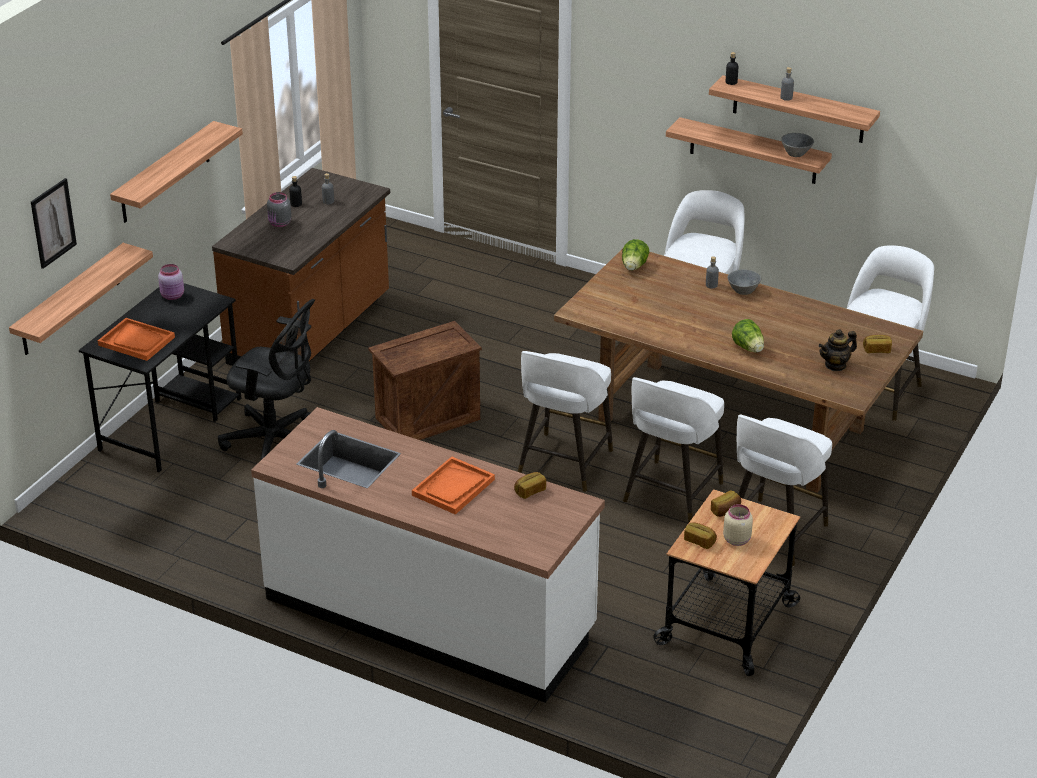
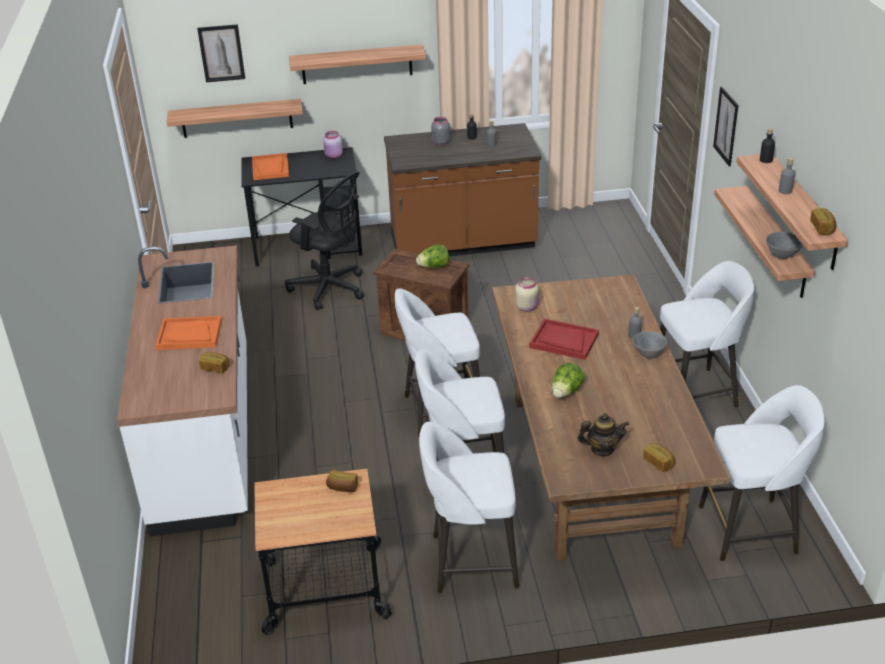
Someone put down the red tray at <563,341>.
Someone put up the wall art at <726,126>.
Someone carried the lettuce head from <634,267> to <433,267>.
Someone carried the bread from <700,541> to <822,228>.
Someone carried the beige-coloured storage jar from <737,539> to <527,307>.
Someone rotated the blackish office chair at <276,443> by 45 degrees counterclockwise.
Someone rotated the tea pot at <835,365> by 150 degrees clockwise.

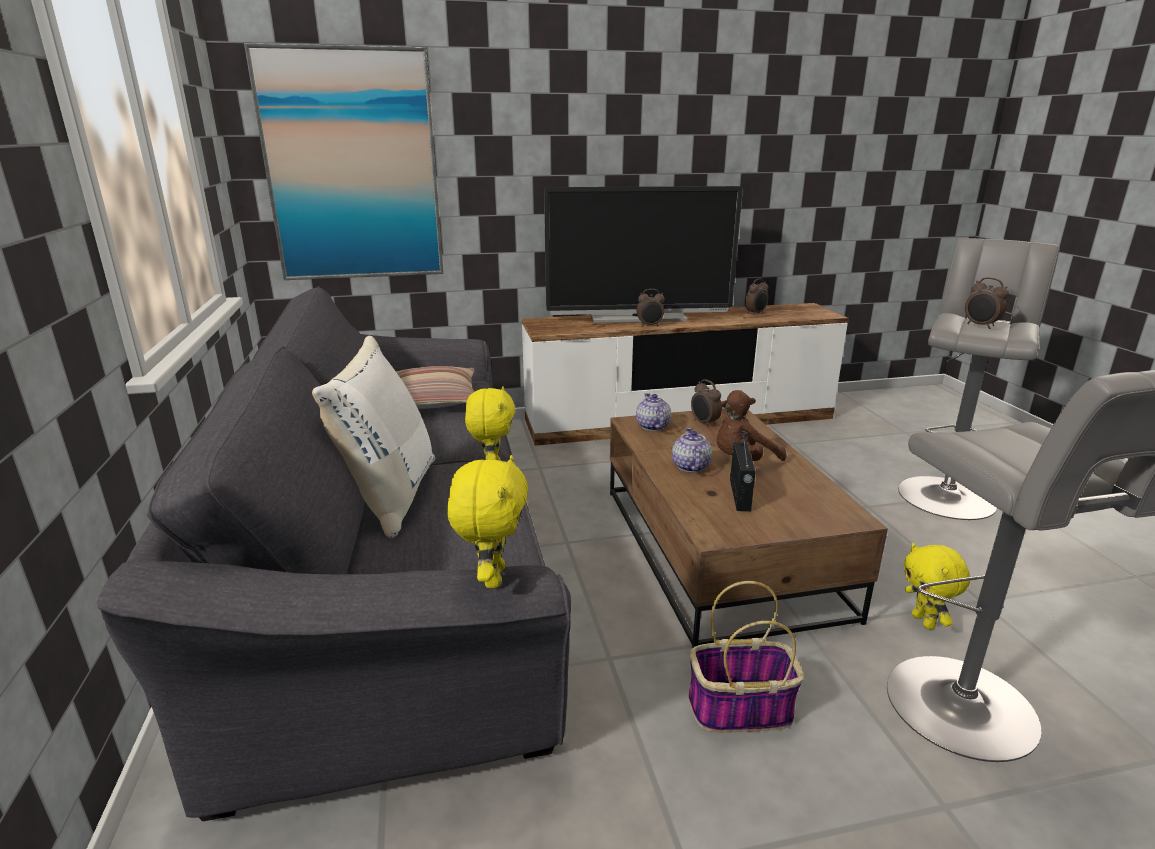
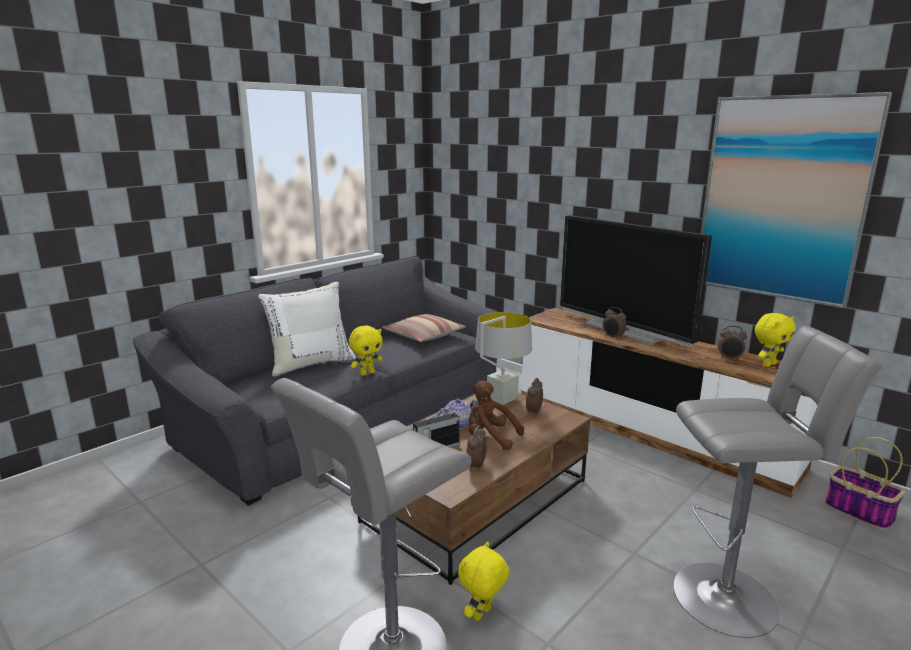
Someone carried the wall art from <352,167> to <781,199>.
Someone carried the yellow soft toy from <492,577> to <768,364>.
Someone carried the storage basket from <739,710> to <857,511>.
Someone carried the bedside clock from <980,326> to <475,466>.
Someone swapped the tea pot at <652,426> for the grey tabletop lamp at <501,399>.

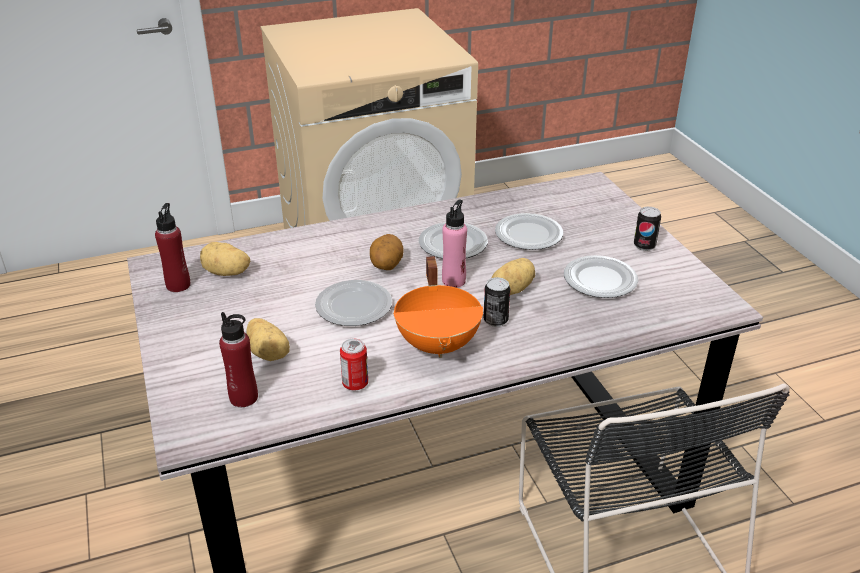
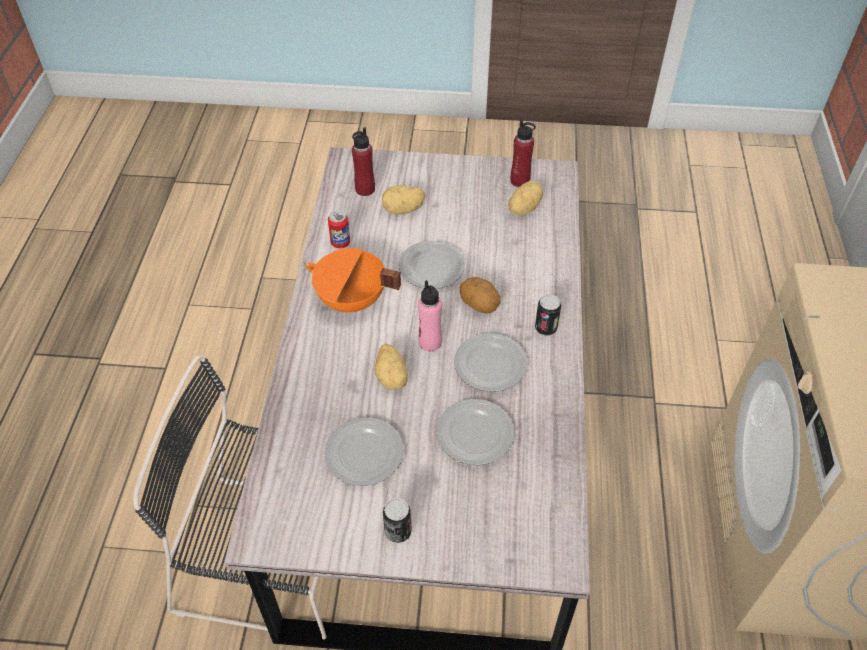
Someone carried the can from <495,320> to <545,328>.

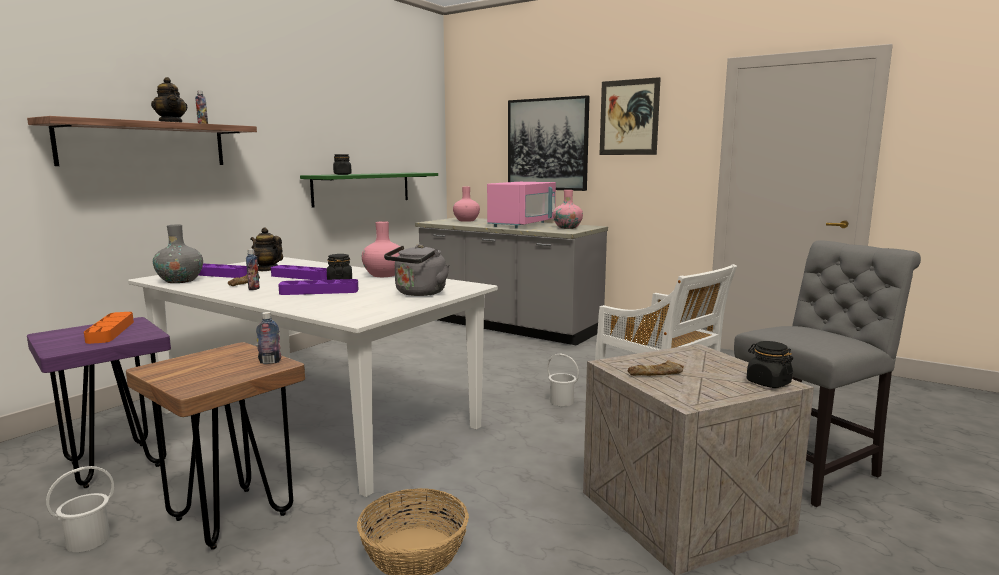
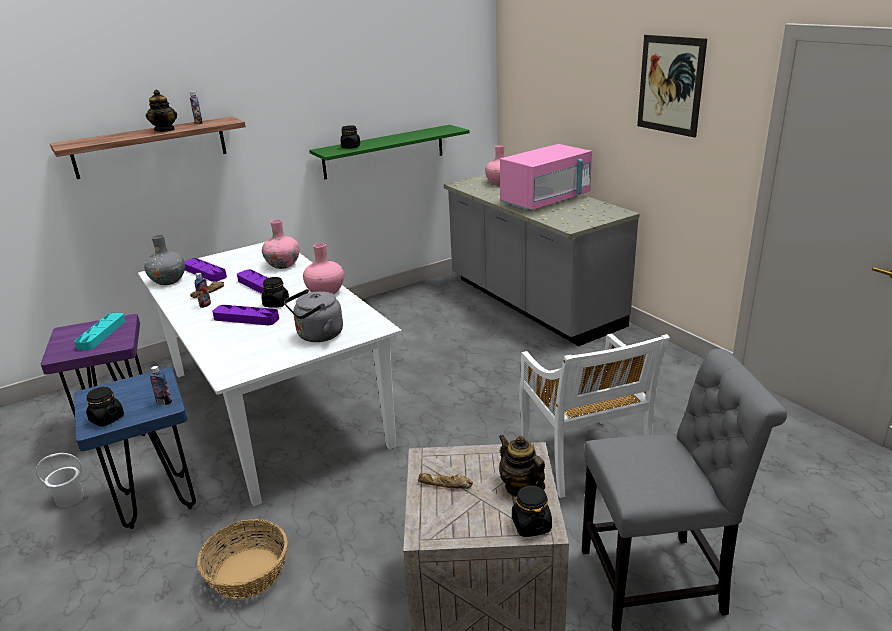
Someone took away the wall art at <547,144>.
Someone took away the white water bucket at <561,401>.
Someone put down the blackish storage jar at <107,419>.
Someone carried the tea pot from <267,269> to <520,487>.
Someone carried the pink-coloured flower vase from <567,227> to <283,264>.
Someone repainted the orange tray at <110,331>, which became the turquoise tray at <102,334>.
Someone repainted the brown stool at <230,517>, which became the blue-coloured stool at <158,500>.

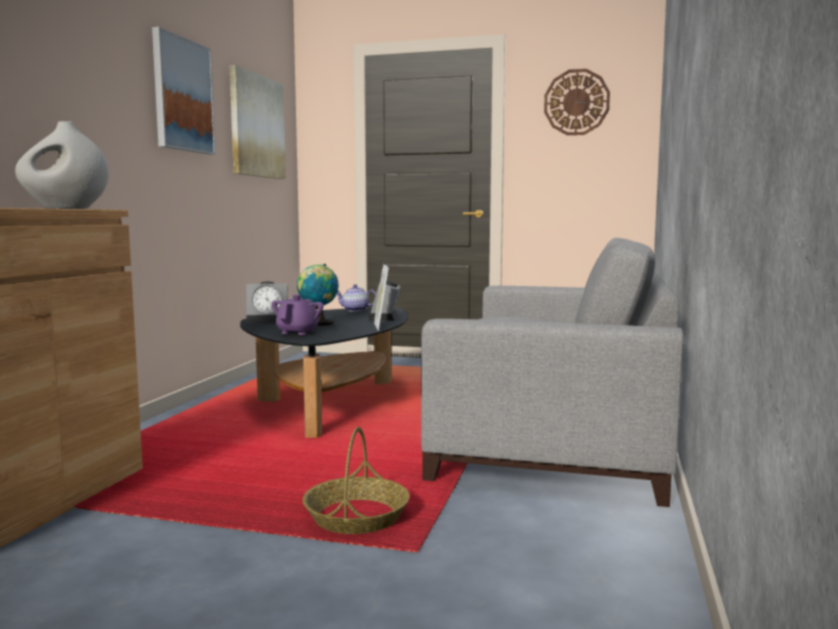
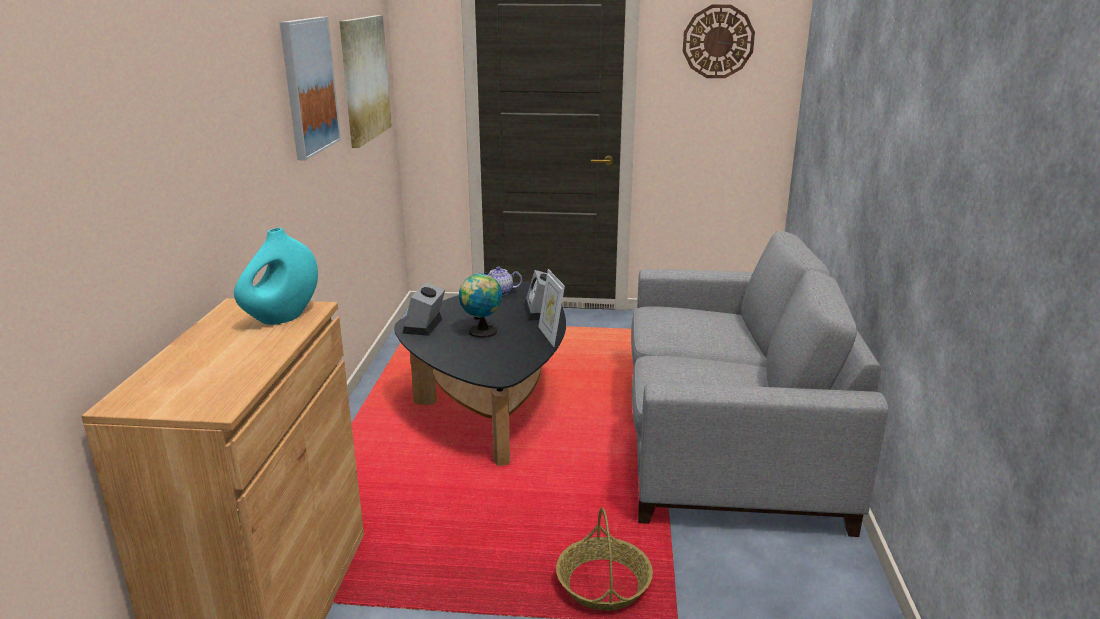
Someone took away the purple-coloured tea pot at <298,332>.
Someone repainted the white flower vase at <66,208>, which became the turquoise flower vase at <282,318>.
Someone rotated the bedside clock at <269,320> by 120 degrees clockwise.

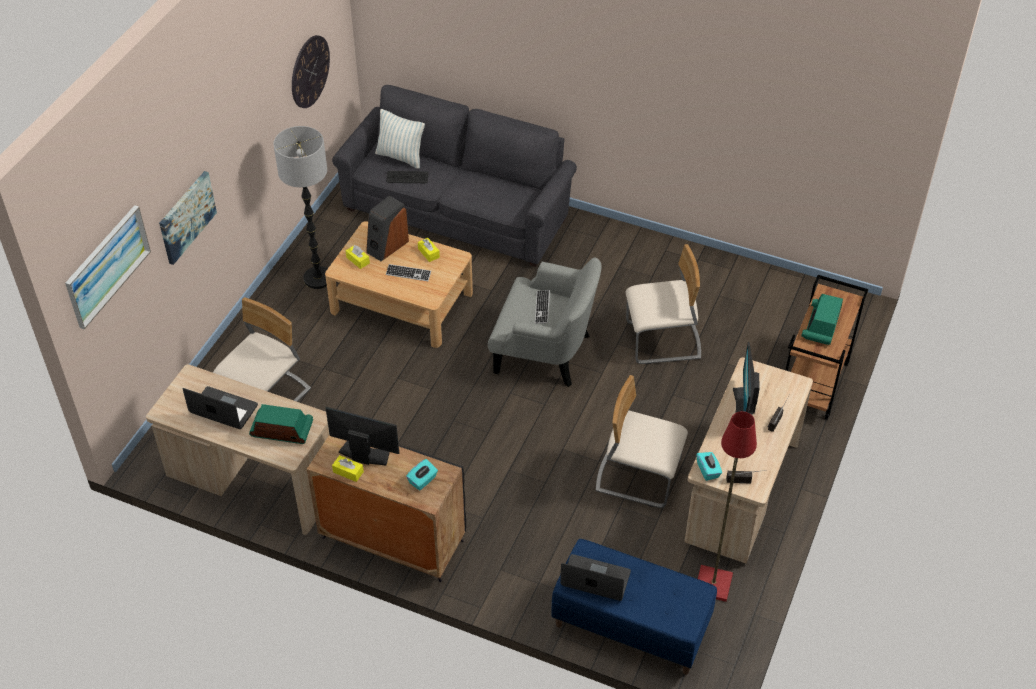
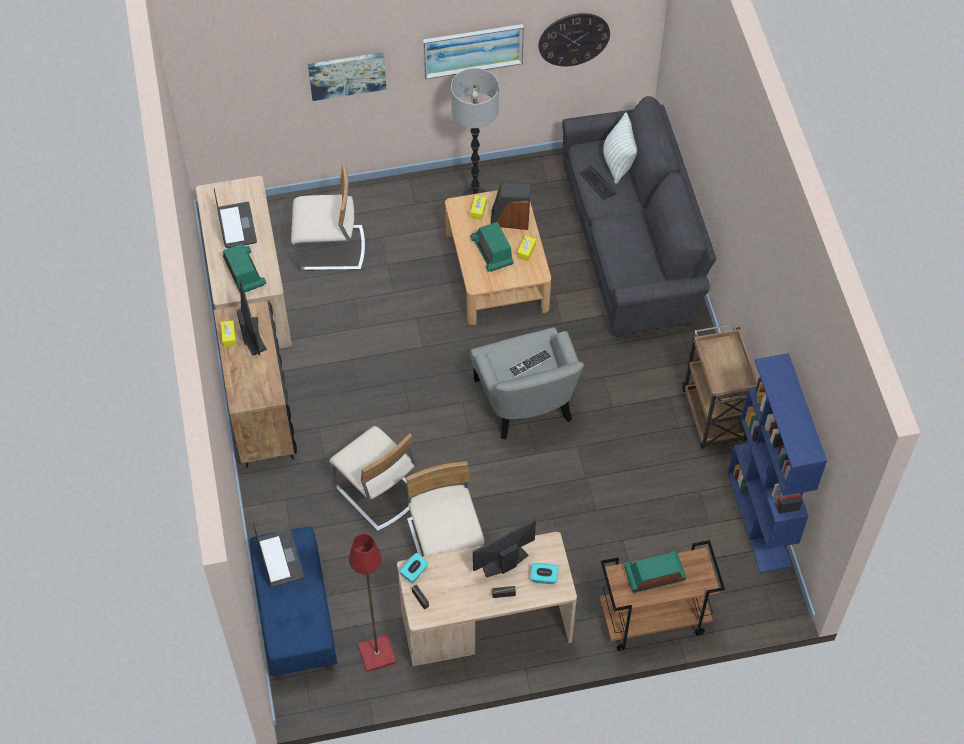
Someone put down the brown cart at <714,417>.
Someone put down the blue-coloured shelving unit at <759,519>.
Someone carried the wall art from <107,265> to <473,50>.
Someone carried the turquoise tissue holder from <422,480> to <543,578>.
Someone carried the beige-coloured chair from <663,342> to <378,492>.
Someone swapped the computer keyboard at <408,273> for the radio at <492,252>.

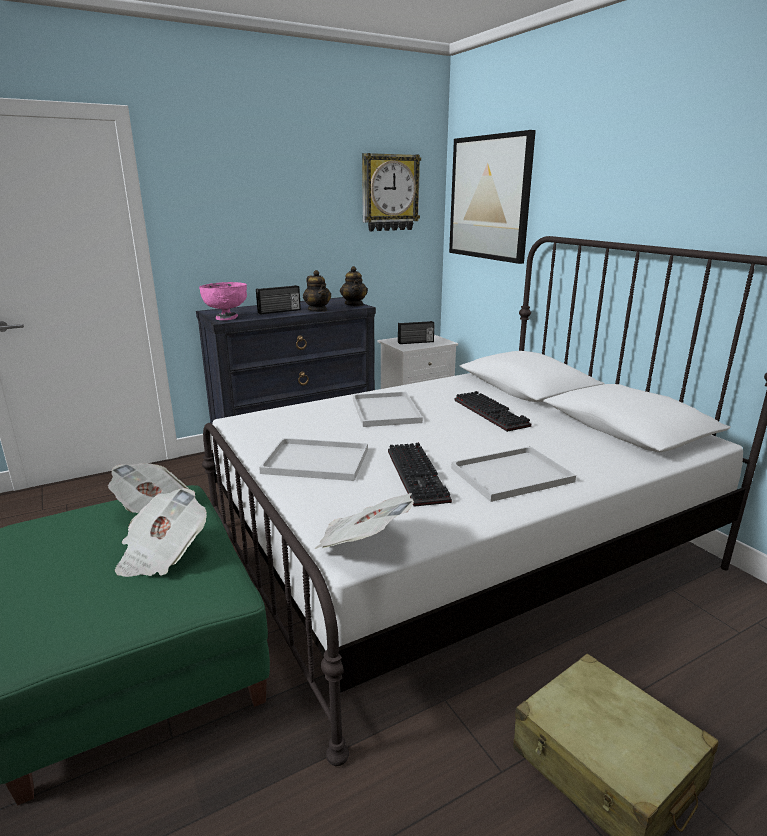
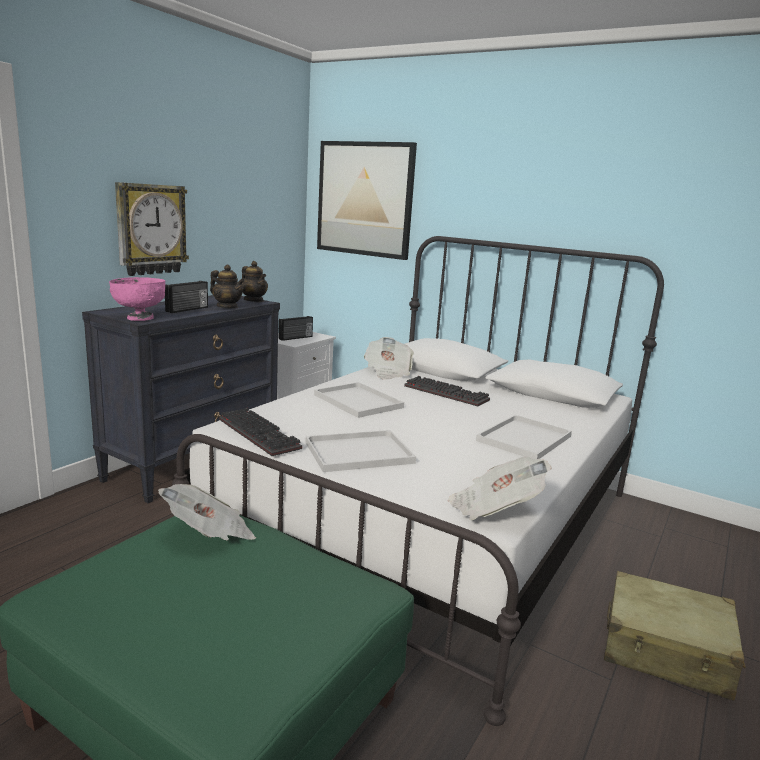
Someone carried the newspaper from <162,554> to <387,372>.
Someone carried the clock on the wall from <389,193> to <151,229>.
Someone carried the computer keyboard from <419,476> to <261,434>.

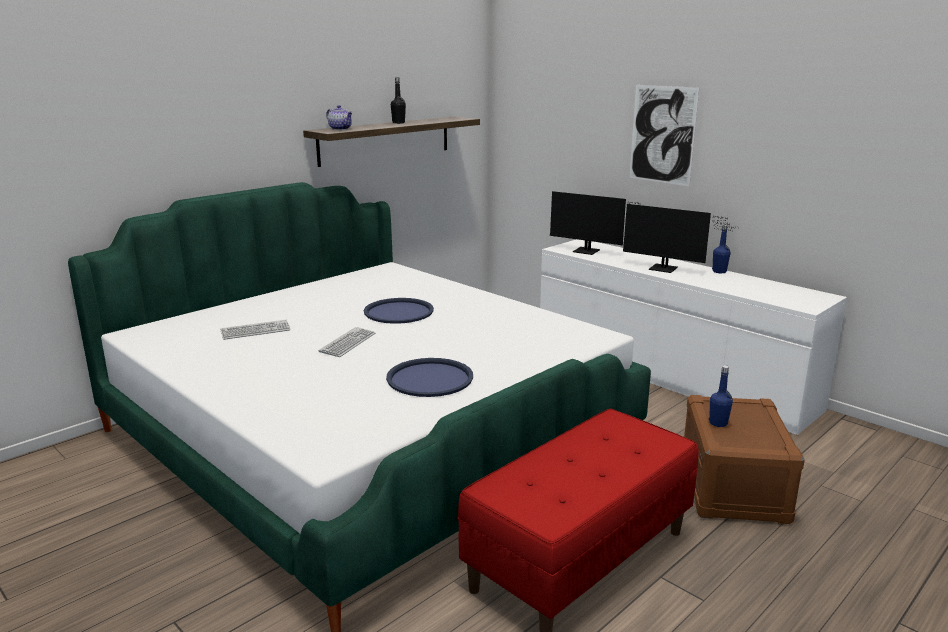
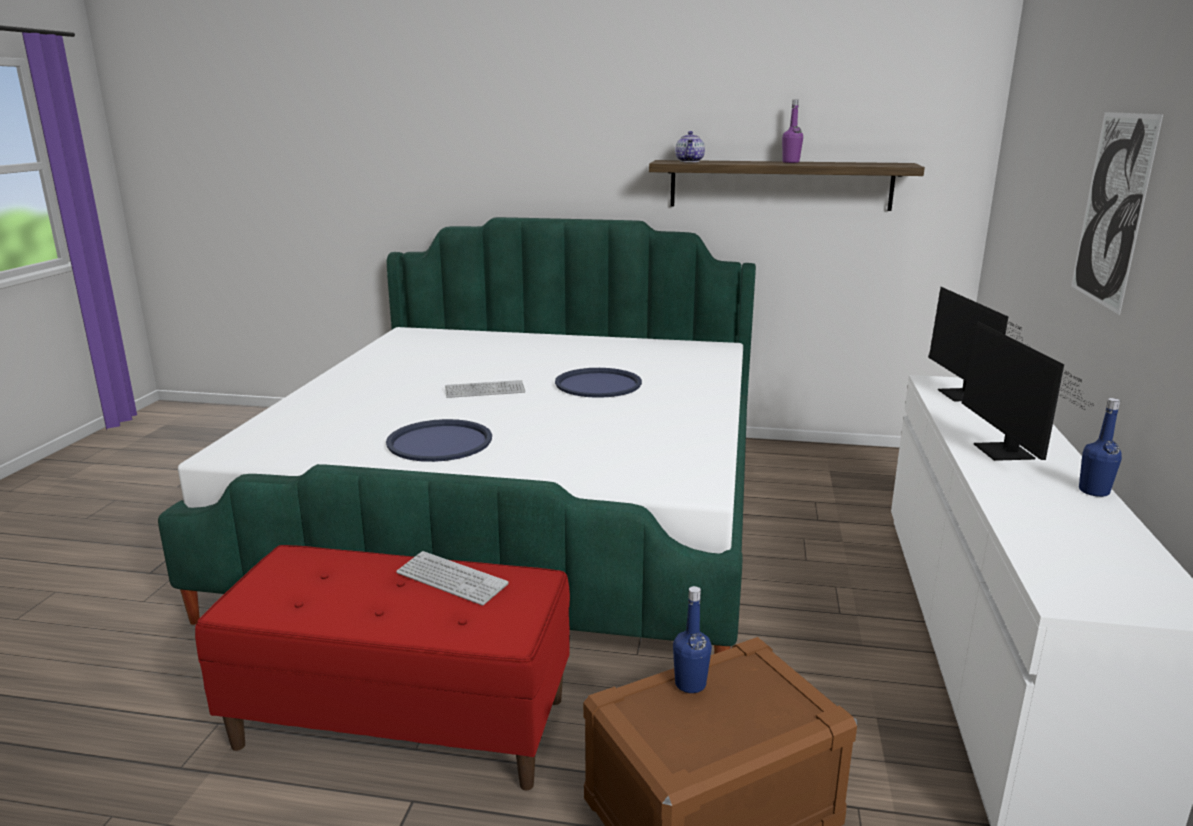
Someone carried the computer keyboard from <255,331> to <451,580>.
Someone repainted the blackish beverage bottle at <398,123>, which became the purple-coloured beverage bottle at <790,162>.

